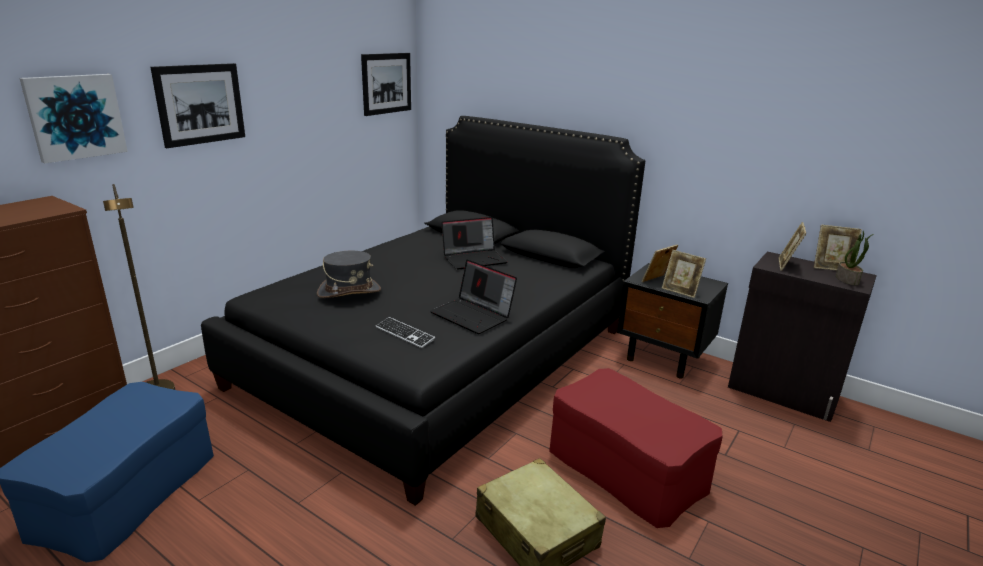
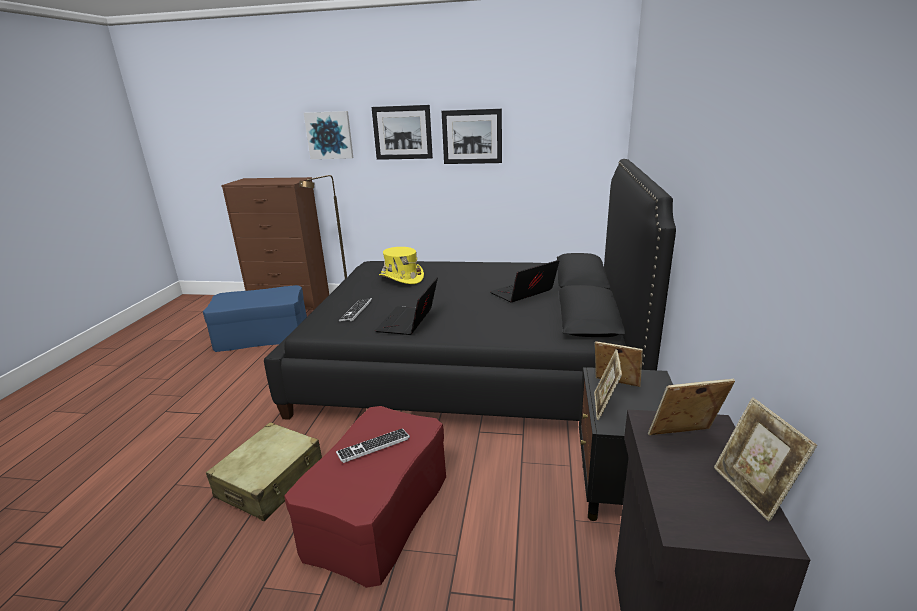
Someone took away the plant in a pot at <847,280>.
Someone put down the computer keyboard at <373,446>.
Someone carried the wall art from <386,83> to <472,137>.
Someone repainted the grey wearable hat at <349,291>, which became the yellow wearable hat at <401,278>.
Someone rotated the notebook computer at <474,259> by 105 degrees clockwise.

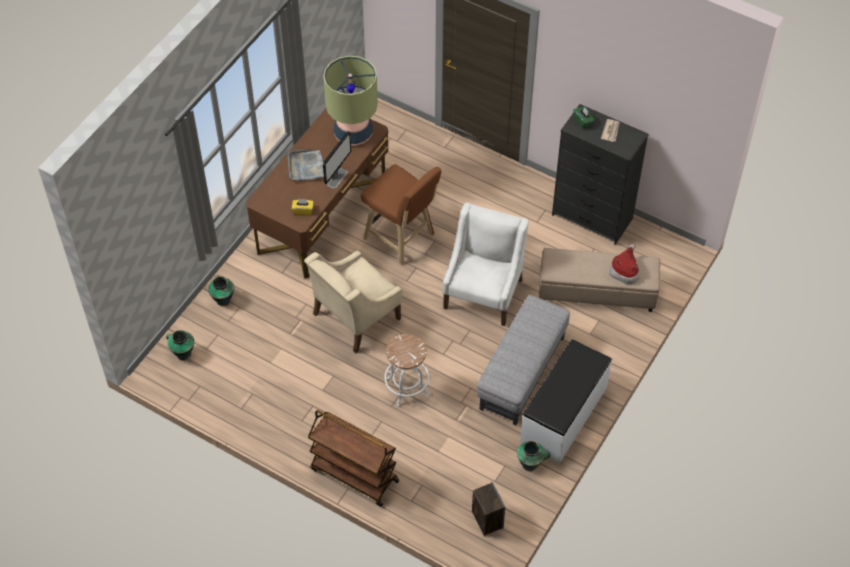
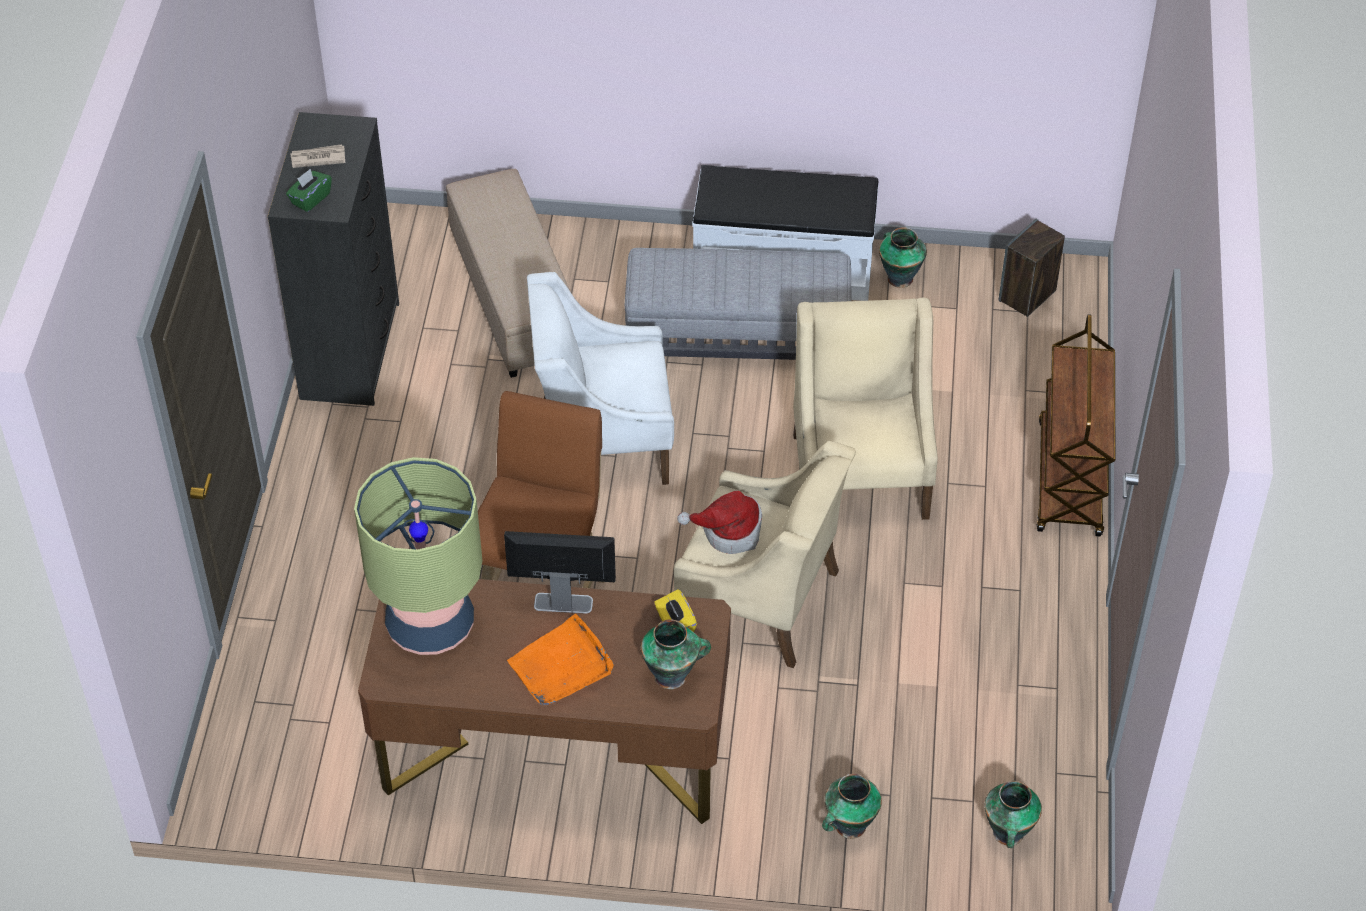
Someone put down the flower vase at <672,675>.
Someone carried the wearable hat from <625,270> to <728,531>.
Someone swapped the white stool at <407,387> for the beige-coloured armchair at <860,474>.
Someone repainted the grey tray at <306,167>, which became the orange tray at <561,666>.

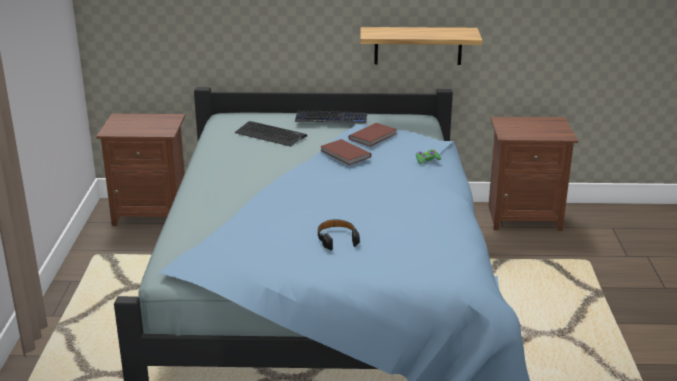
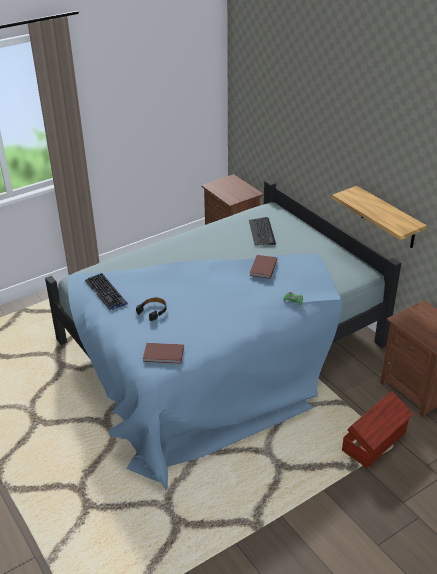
Someone put down the brown storage bin at <375,441>.
Someone carried the computer keyboard from <331,119> to <106,292>.
Someone carried the brown book from <374,136> to <164,355>.

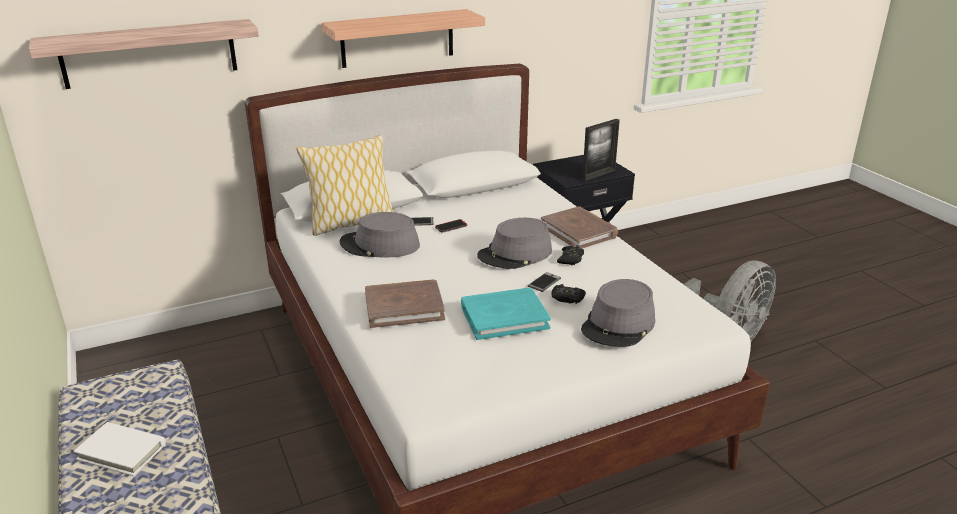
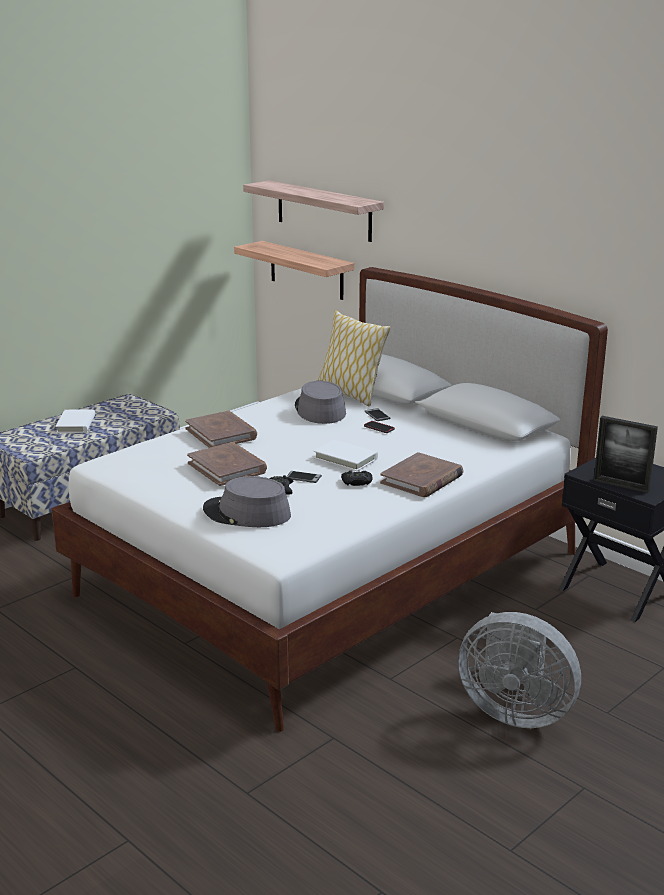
Someone carried the wall shelf from <397,38> to <306,270>.
Someone swapped the grey wearable hat at <515,254> for the white book at <345,458>.
Someone repainted the turquoise book at <504,317>, which became the brown book at <227,467>.

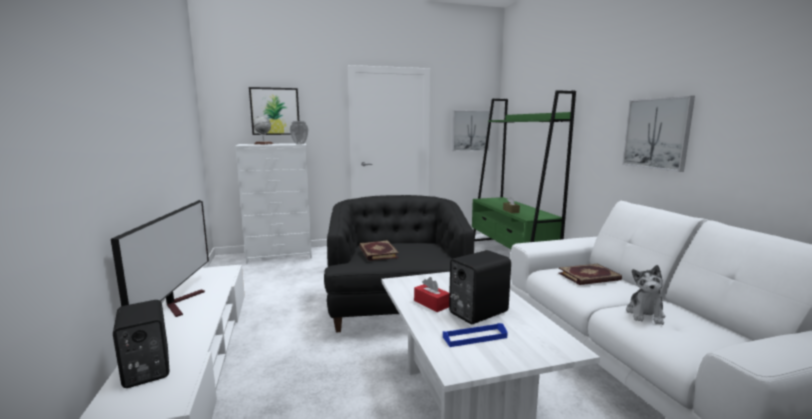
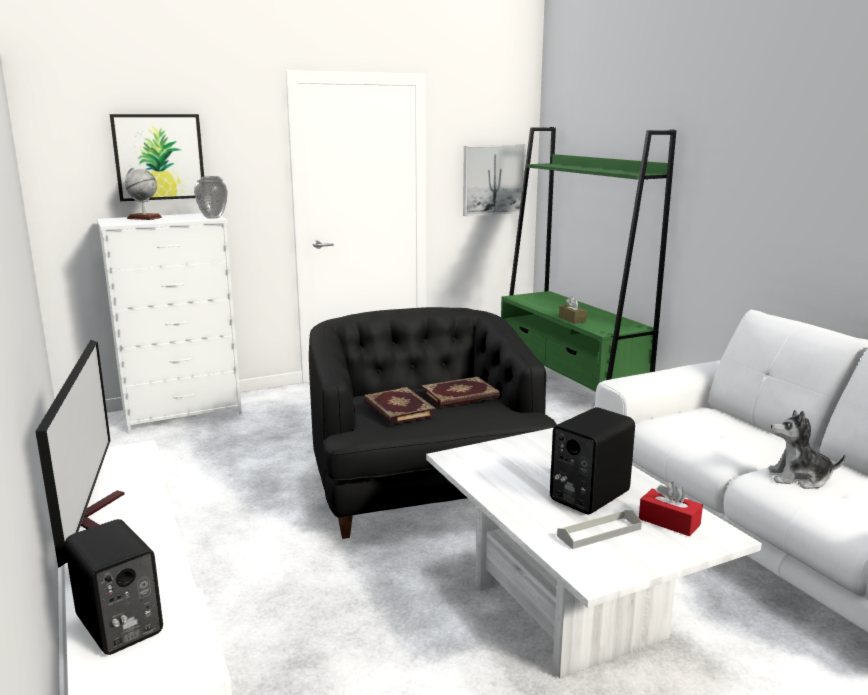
Someone took away the wall art at <657,133>.
Someone carried the red tissue holder from <431,304> to <669,522>.
Someone carried the book from <589,277> to <460,396>.
Someone repainted the blue-coloured tray at <474,337>, which became the grey tray at <599,532>.
Someone rotated the soft toy at <645,314> by 90 degrees clockwise.

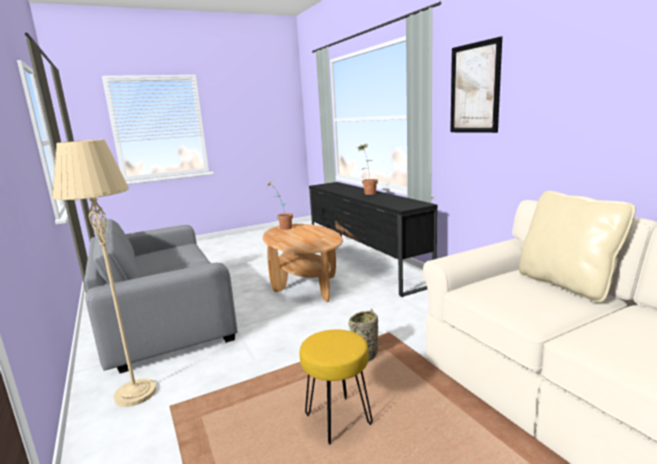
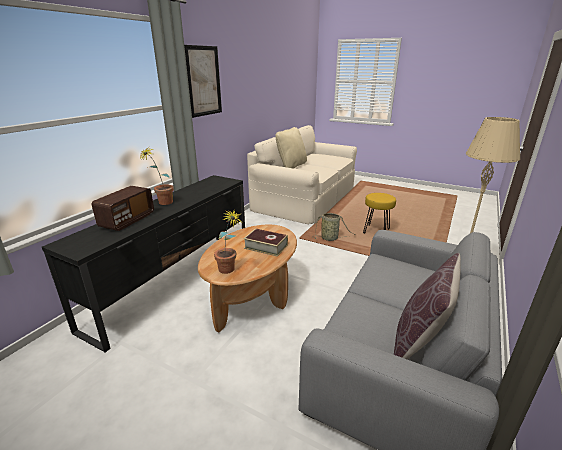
Someone put down the radio at <127,220>.
Someone put down the book at <266,246>.
Someone put down the brown pillow at <419,342>.

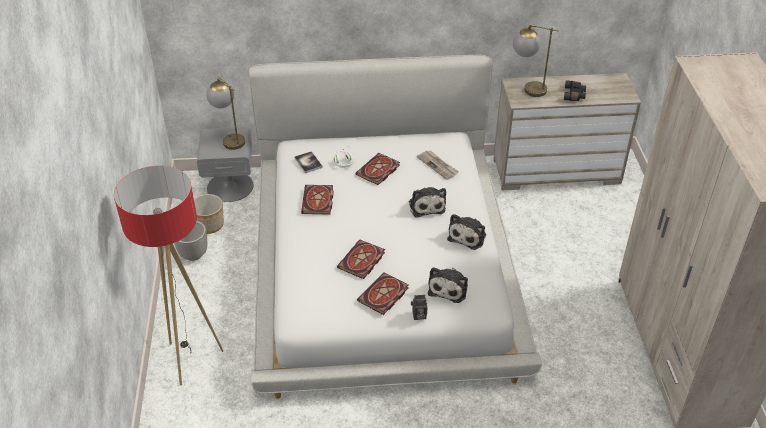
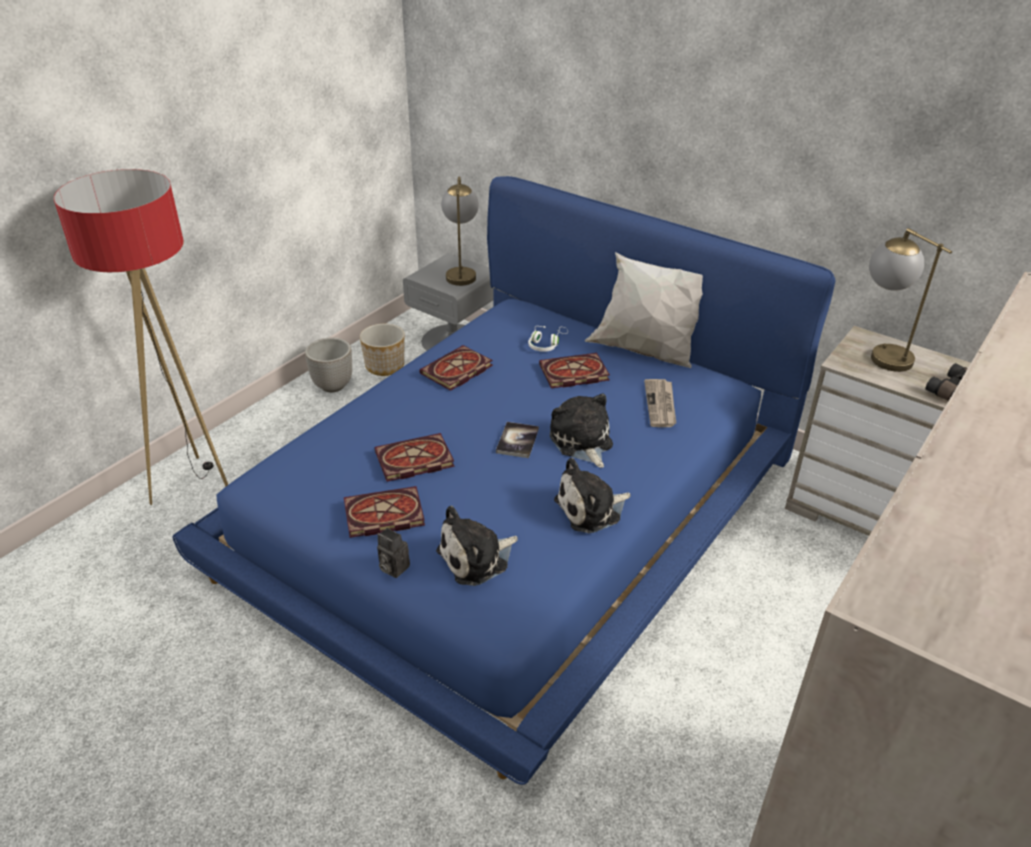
Someone put down the white pillow at <647,352>.
Someone carried the book from <308,163> to <517,441>.
Someone repainted the white sleeping bed at <383,264>, which became the blue-coloured sleeping bed at <514,509>.
Someone rotated the soft toy at <426,205> by 135 degrees clockwise.

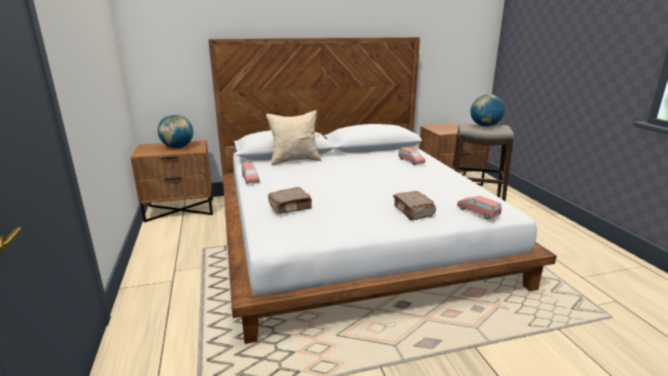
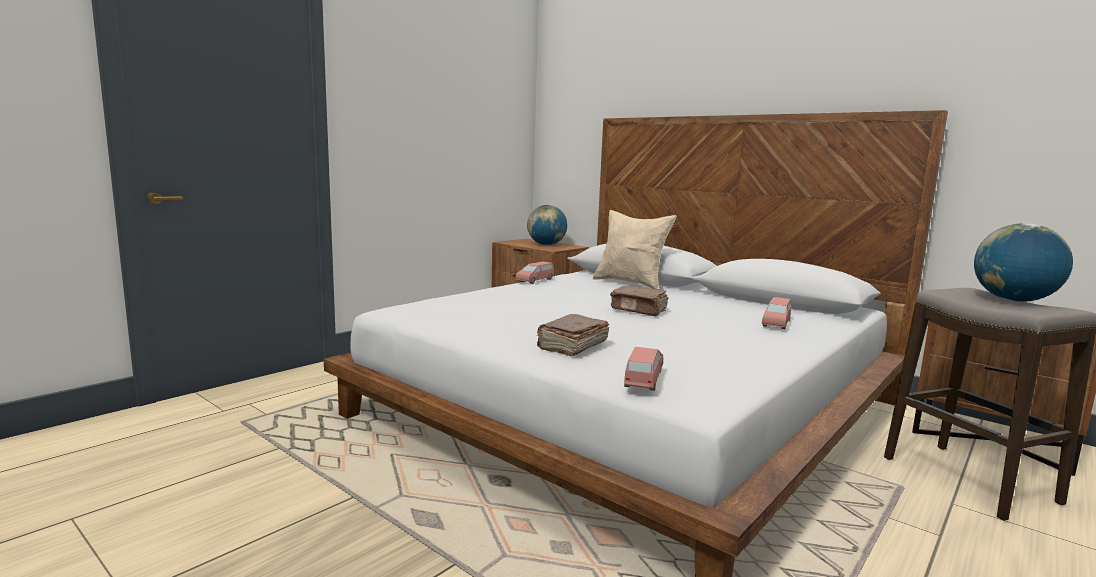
Someone carried the brown book from <290,207> to <639,310>.

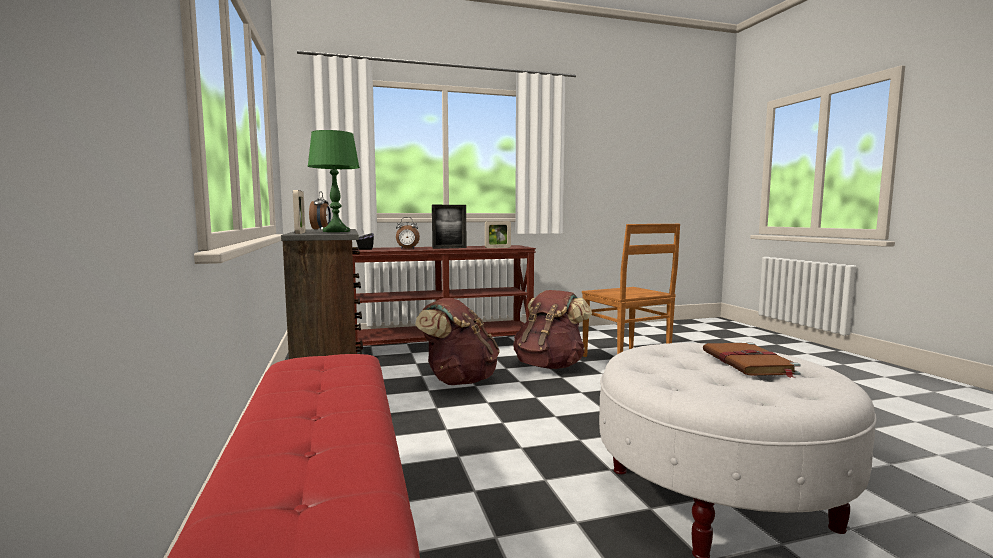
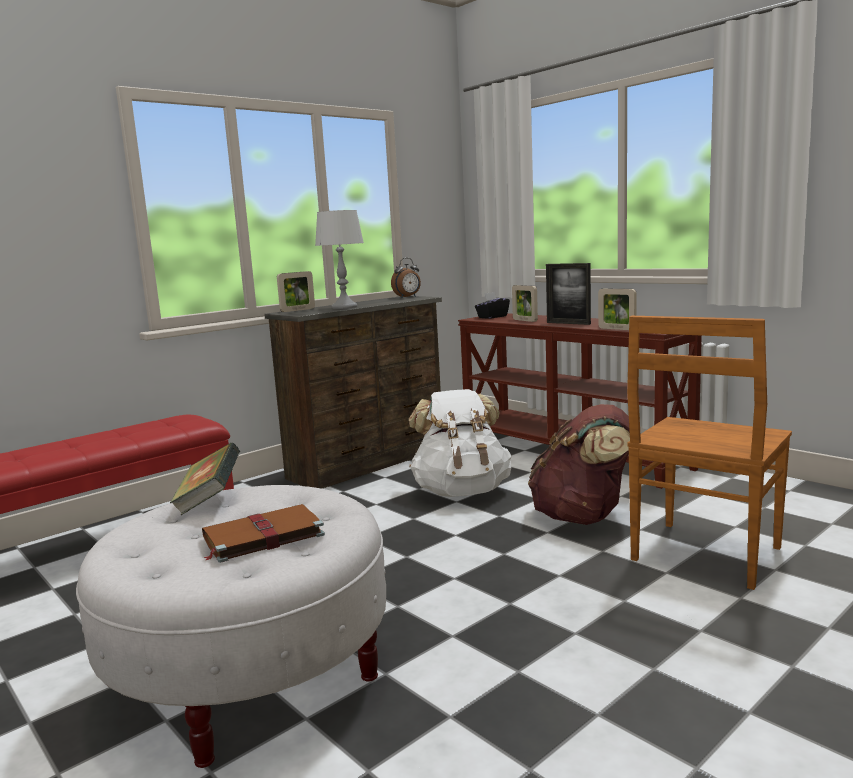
Someone put down the book at <209,501>.
Someone swapped the bedside clock at <407,248> for the standing frame at <525,320>.
Someone repainted the green-coloured tabletop lamp at <336,231>, which became the grey tabletop lamp at <344,307>.
Someone repainted the brown backpack at <458,381>, which became the white backpack at <461,491>.

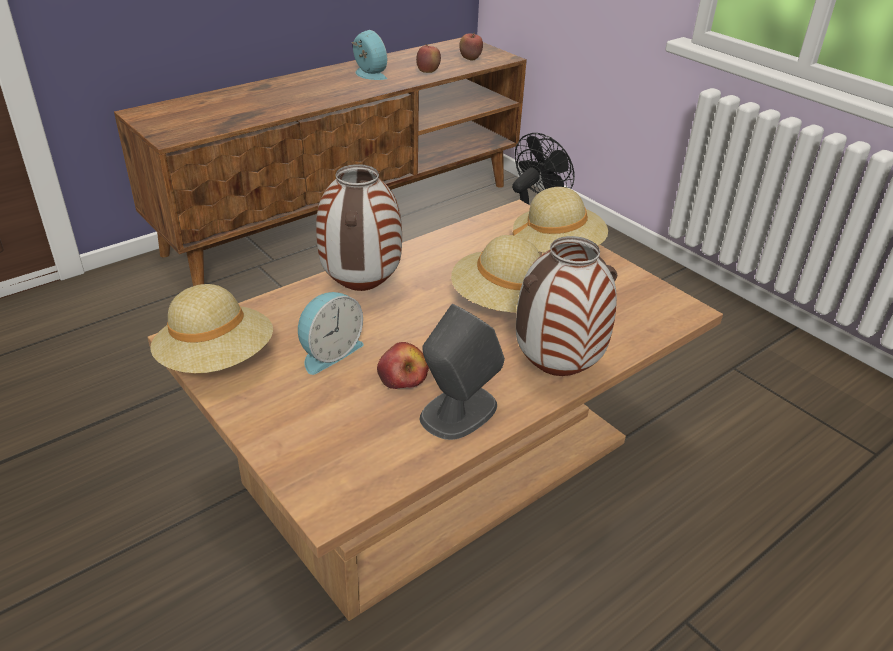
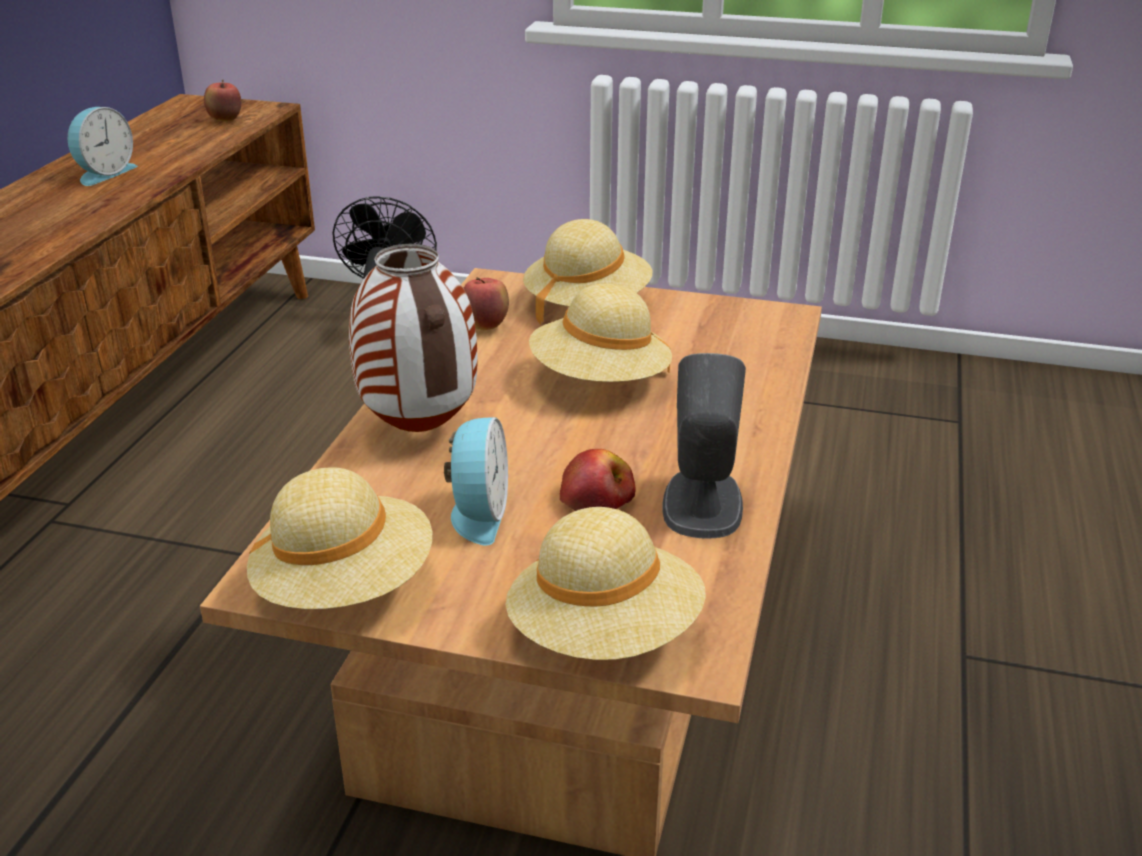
Someone took away the flower vase at <557,370>.
Someone put down the beige-coloured wearable hat at <605,634>.
Someone carried the apple from <428,72> to <486,326>.
Someone rotated the bedside clock at <368,74> by 105 degrees clockwise.

